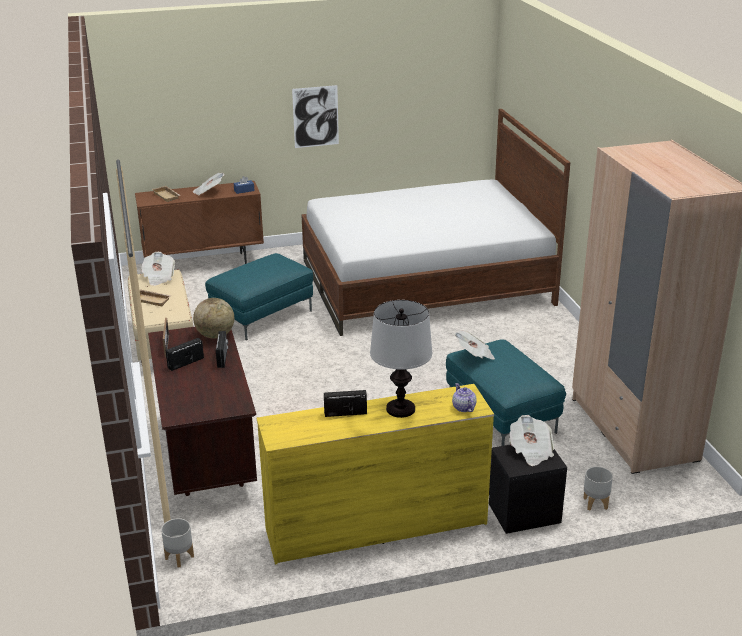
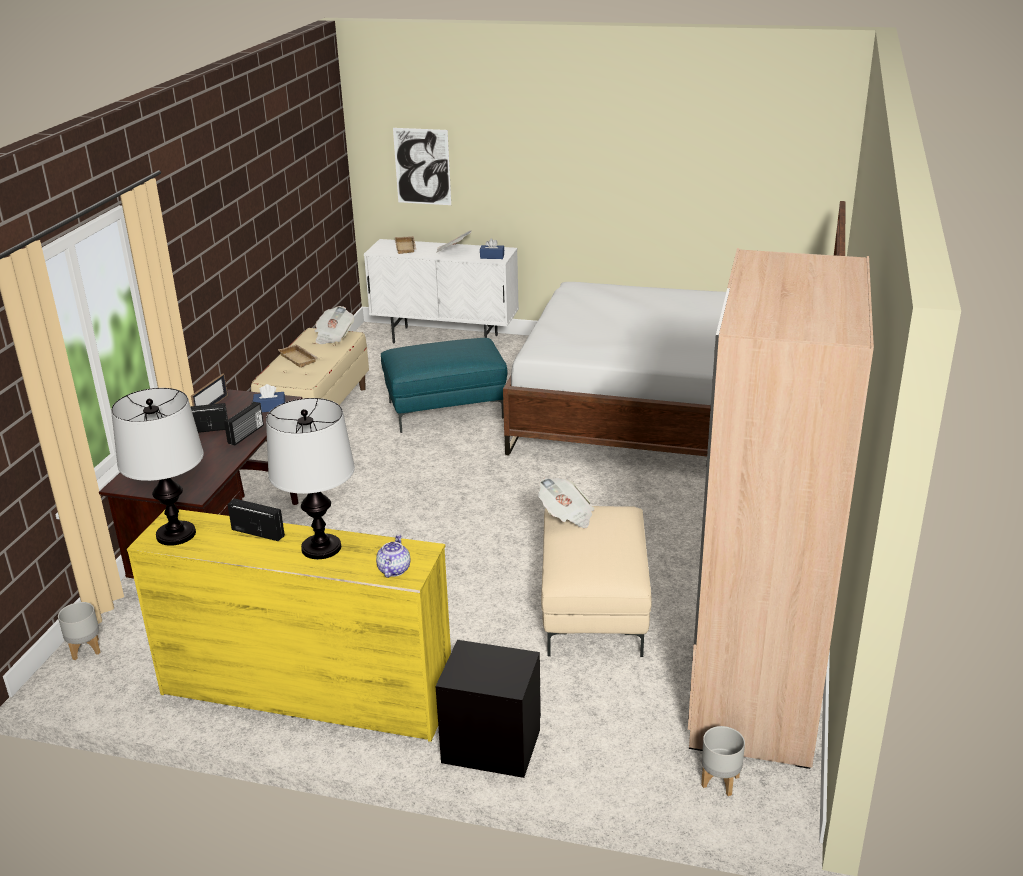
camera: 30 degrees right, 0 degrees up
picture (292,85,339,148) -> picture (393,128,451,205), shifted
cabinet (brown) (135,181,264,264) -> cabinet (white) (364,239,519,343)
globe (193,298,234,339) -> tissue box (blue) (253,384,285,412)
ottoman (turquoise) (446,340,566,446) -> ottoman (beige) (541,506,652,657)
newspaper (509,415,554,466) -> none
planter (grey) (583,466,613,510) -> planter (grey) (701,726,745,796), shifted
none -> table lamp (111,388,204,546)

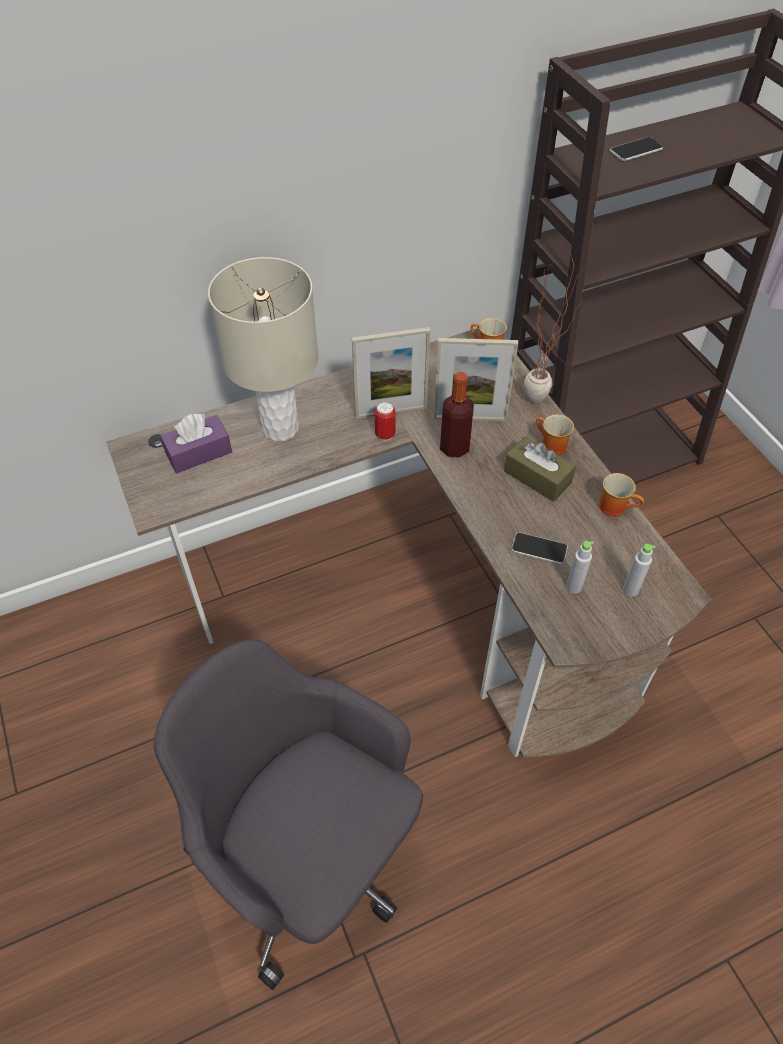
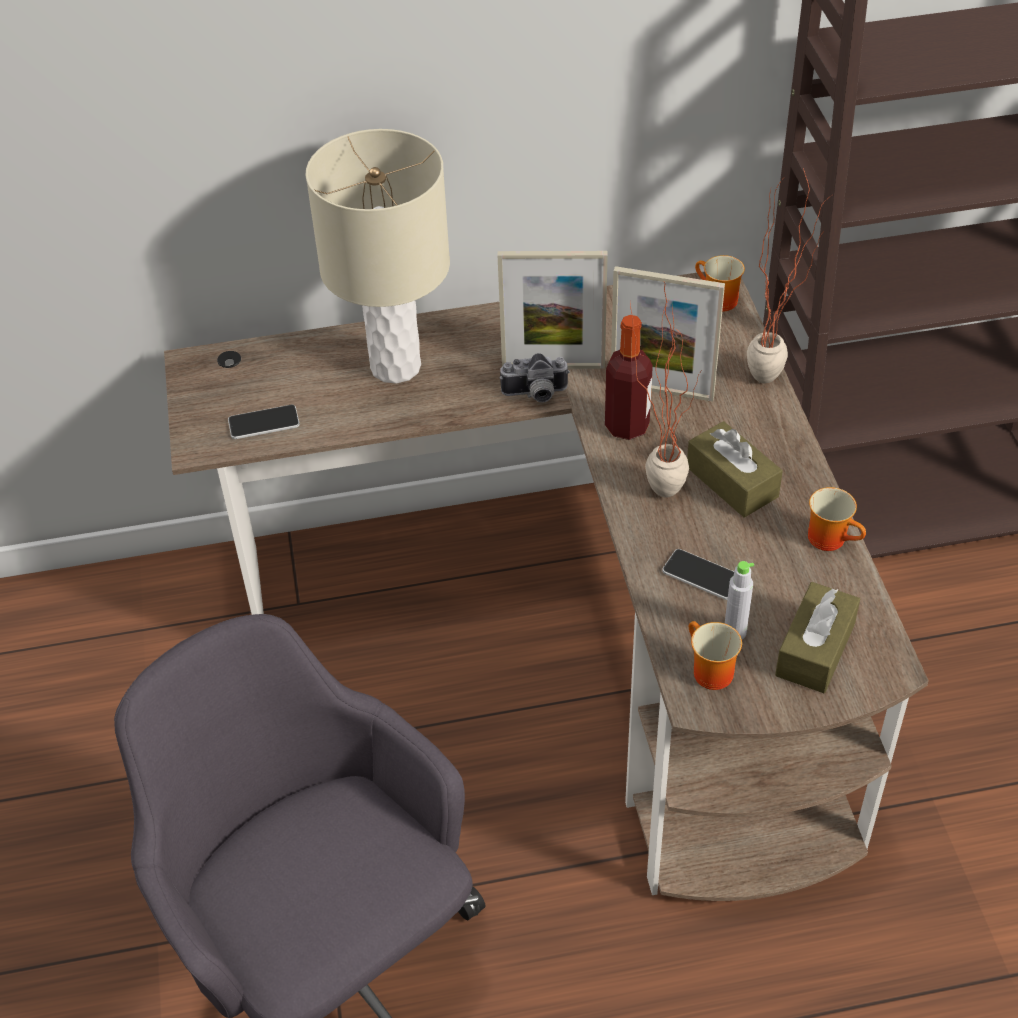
camera: 15 degrees right, 5 degrees down
phone (610,137,663,161) -> phone (228,405,300,439), shifted
can (375,402,396,441) -> photo camera (499,353,570,403)
tissue box (purple) (160,413,232,473) -> none
mug (536,414,574,456) -> mug (689,621,742,690), shifted
bottle (grey) (623,544,656,596) -> tissue box (brown) (775,582,860,693)
none -> potted plant (630,282,702,498)

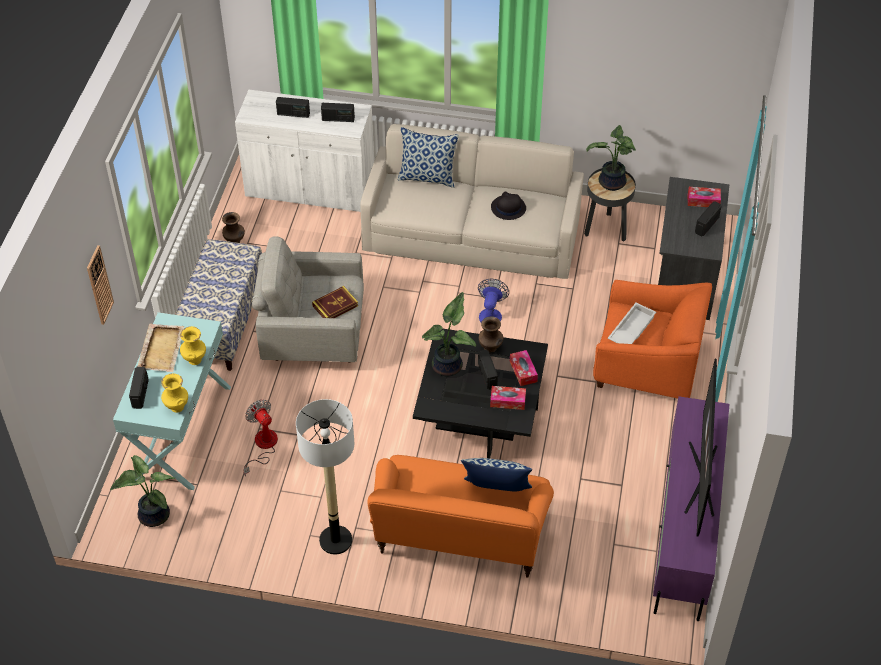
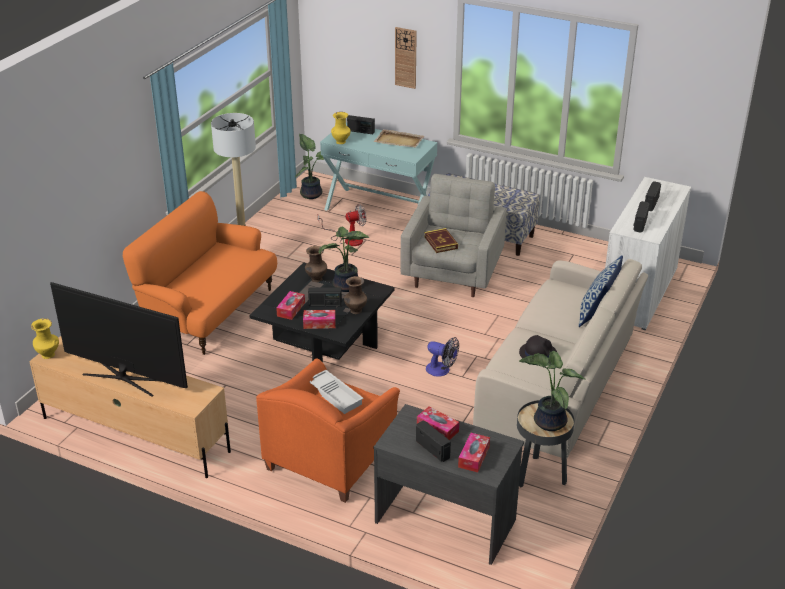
camera: 105 degrees right, 15 degrees down
vase (brown) (222,212,245,243) -> vase (brown) (305,246,327,282), shifted
vase (yellow) (180,326,206,365) -> vase (yellow) (31,318,59,359), shifted
tv stand (purple) (653,396,730,621) -> tv stand (beige) (29,336,231,478)
pillow (461,458,532,491) -> none
none -> tissue box (417,407,459,440)

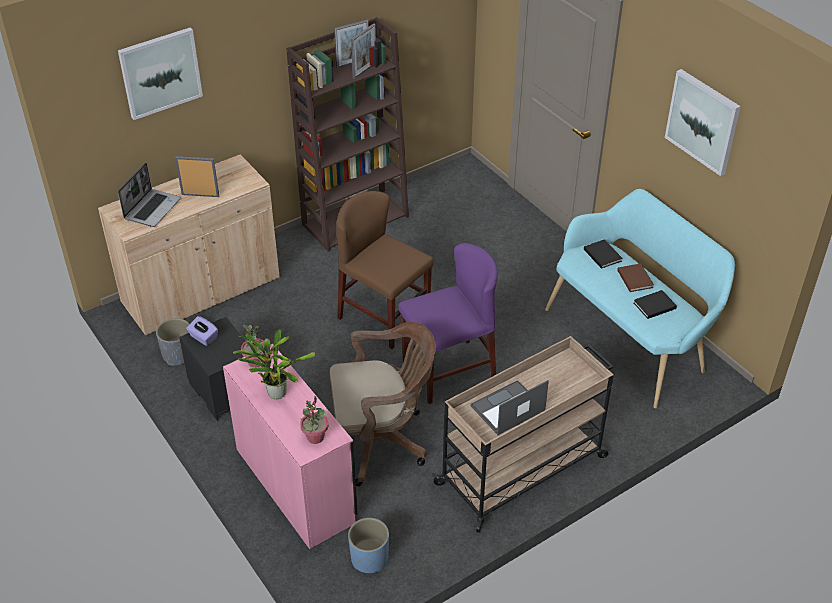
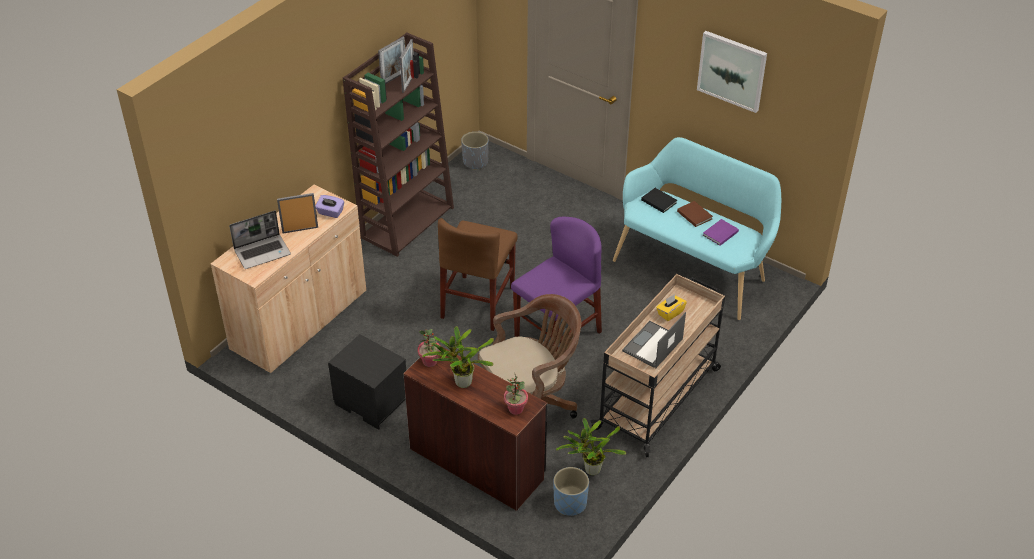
camera: 20 degrees left, 0 degrees up
picture (118,28,203,120) -> none
laptop (118,163,181,227) -> laptop (229,211,291,269), 60 degrees clockwise
chair (brown) (336,191,433,349) -> chair (brown) (438,218,518,331), 90 degrees counterclockwise
book (black) (634,290,677,319) -> book (purple) (703,219,739,246)
tissue box (purple) (186,316,218,346) -> tissue box (purple) (315,195,344,218), shifted
planter (grey) (156,318,189,365) -> planter (grey) (461,132,489,170), shifted
desk (pink) (223,344,357,549) -> desk (brown) (403,346,547,511)
none -> tissue box (yellow) (656,294,687,321)
none -> potted plant (556,418,626,475)

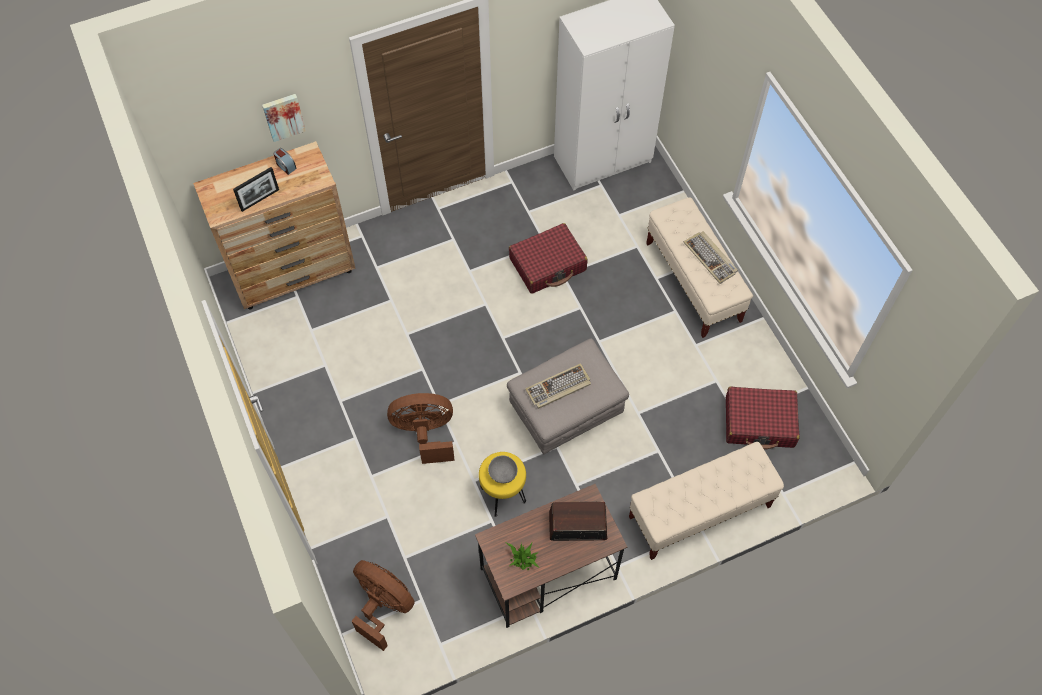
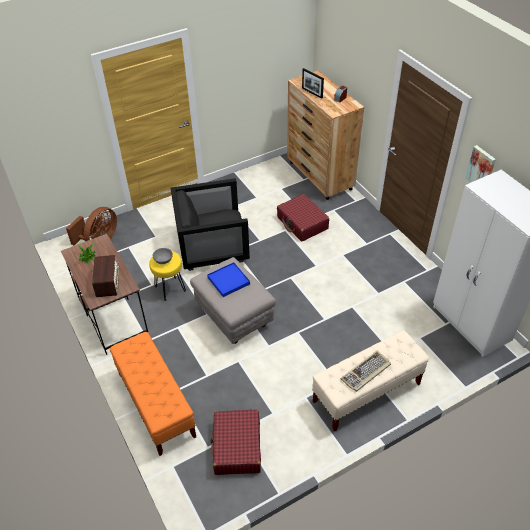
camera: 85 degrees right, 15 degrees down
picture (262,94,306,142) -> picture (465,145,496,182), shifted
suitcase (red) (509,223,587,294) -> suitcase (red) (277,194,329,241), shifted
keyboard (525,363,591,409) -> tray (blue) (207,262,250,297)
fan (brown) (387,393,454,464) -> armchair (black) (171,178,250,271)
bench (beige) (629,442,784,560) -> bench (orange) (110,332,196,456)

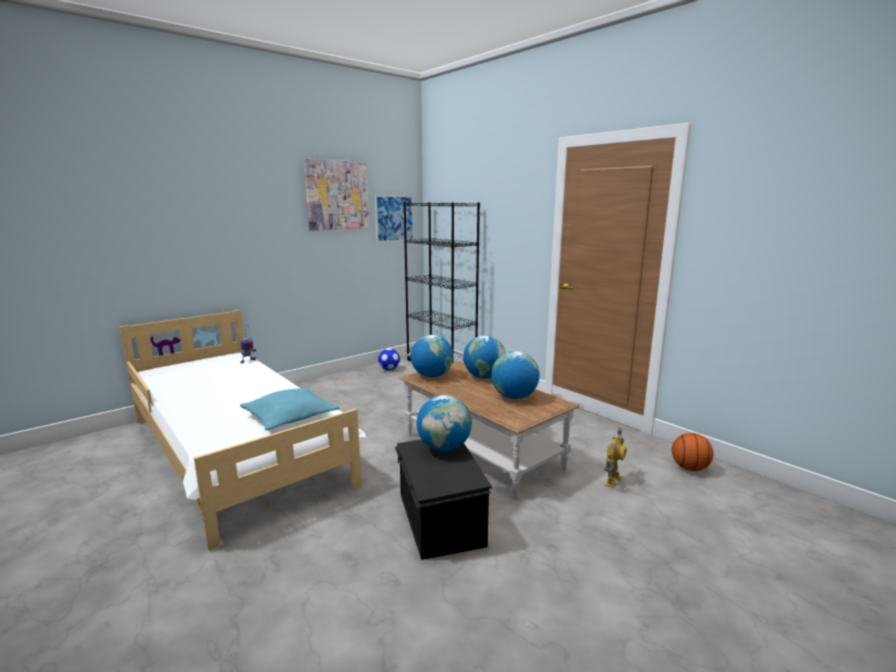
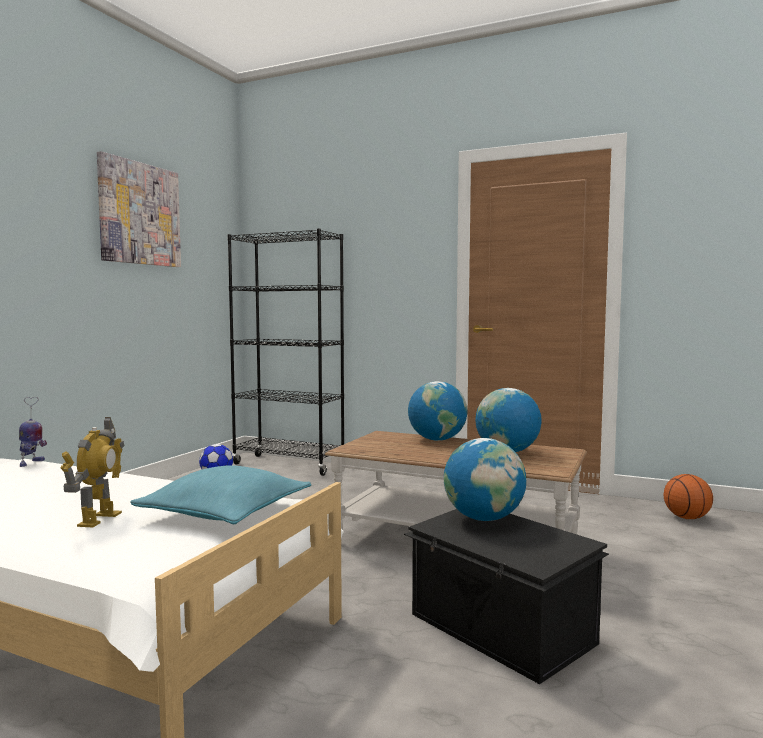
camera: 25 degrees left, 10 degrees down
picture (375,195,414,243) -> none
globe (411,335,453,377) -> none
toy robot (604,428,627,488) -> toy robot (60,417,124,528), shifted

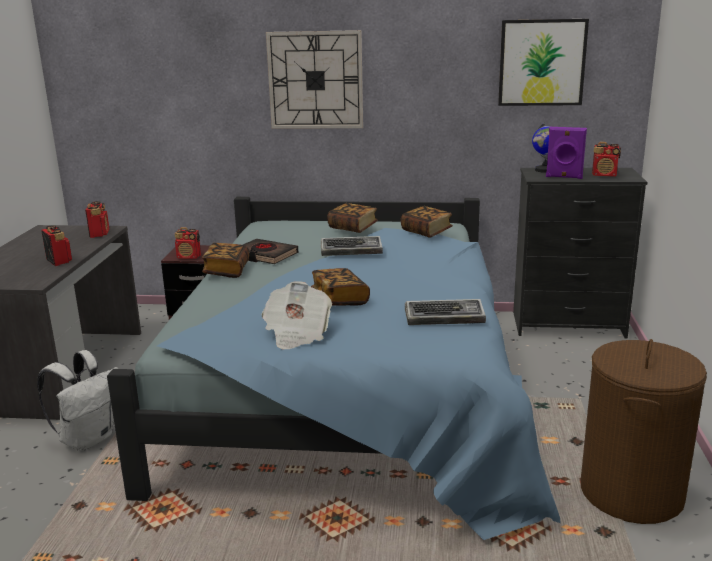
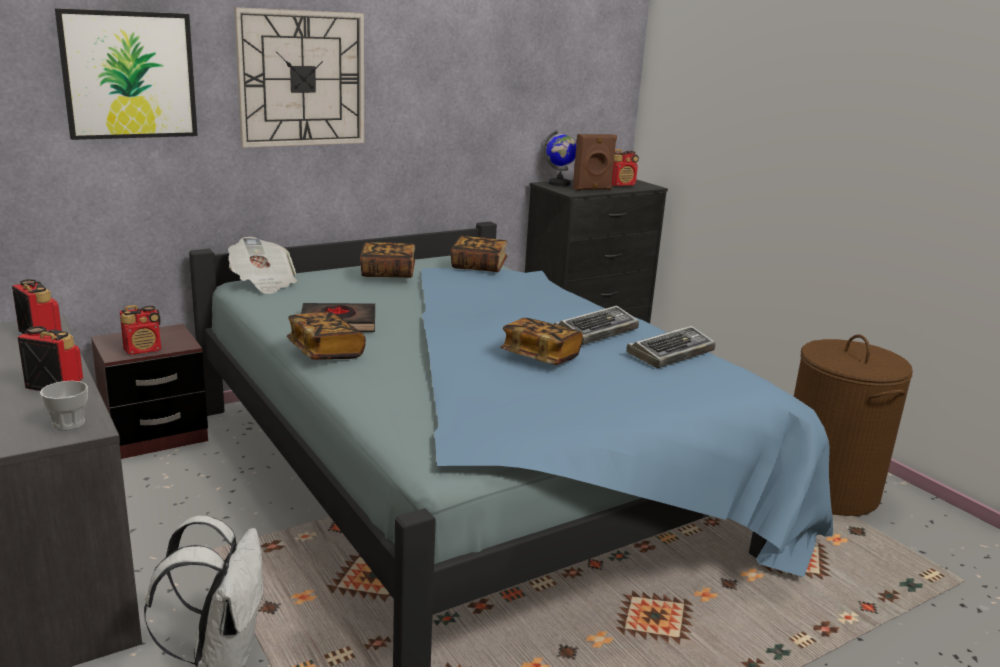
camera: 40 degrees left, 0 degrees up
picture (498,19,589,106) -> picture (55,8,198,140), shifted
speaker (purple) (546,127,587,179) -> speaker (brown) (573,134,617,190)
keyboard (321,236,383,256) -> keyboard (554,306,639,345), shifted
newspaper (262,281,332,349) -> newspaper (228,237,297,294), shifted
none -> cup (40,381,88,430)

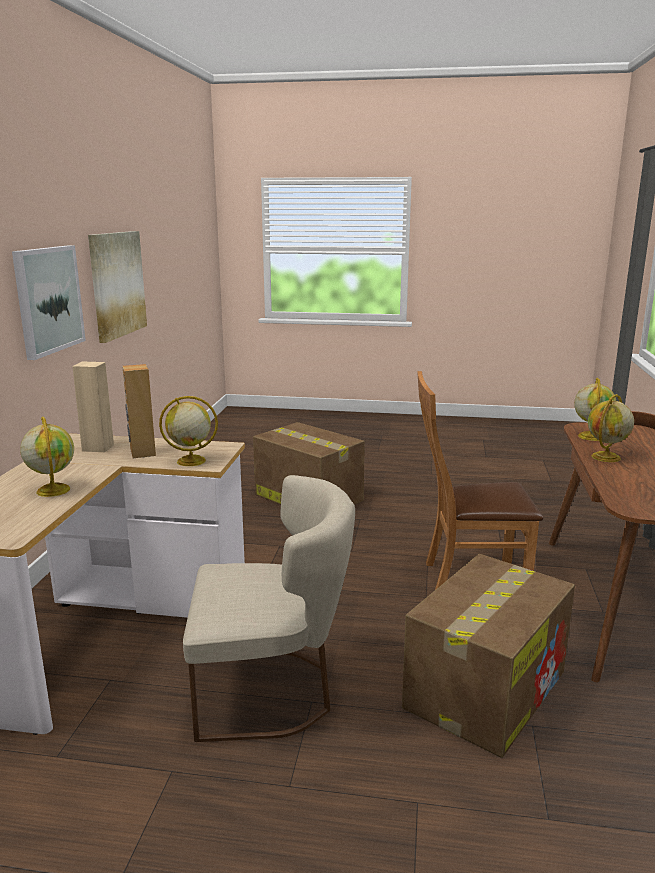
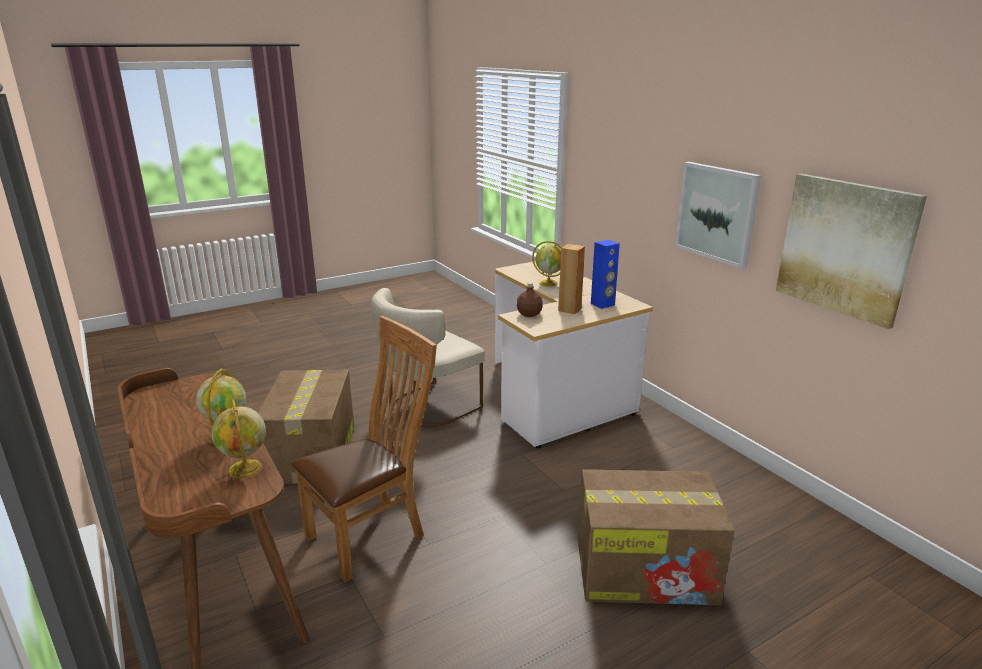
camera: 140 degrees right, 5 degrees up
speaker (beige) (73,362,114,452) -> speaker (blue) (591,240,620,309)
globe (159,396,218,466) -> bottle (brown) (517,282,543,317)

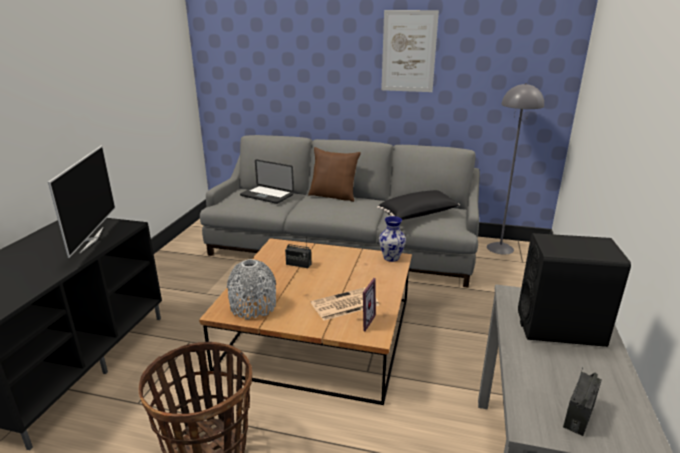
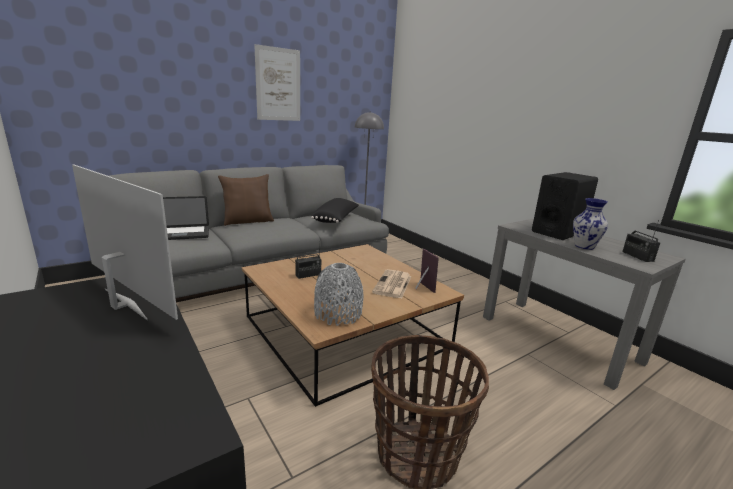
camera: 50 degrees left, 5 degrees down
vase (379,216,406,262) -> vase (573,198,608,250), shifted

